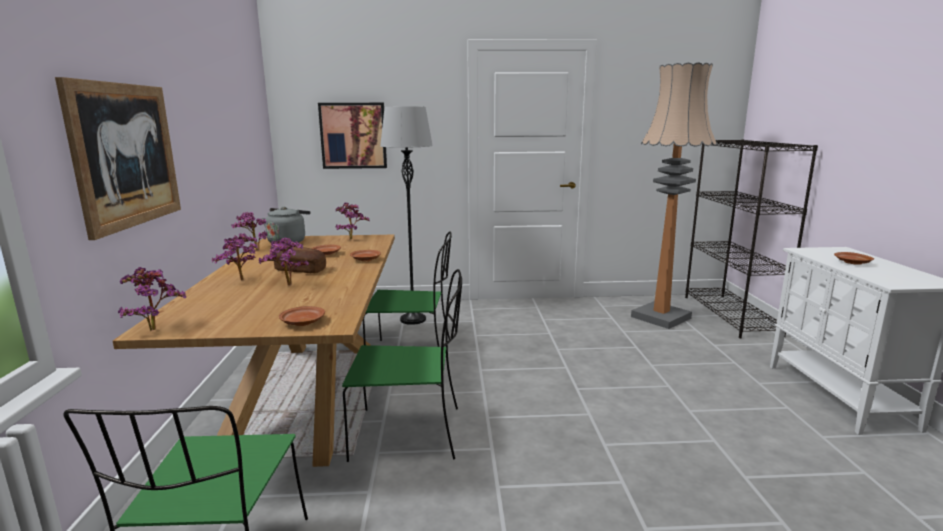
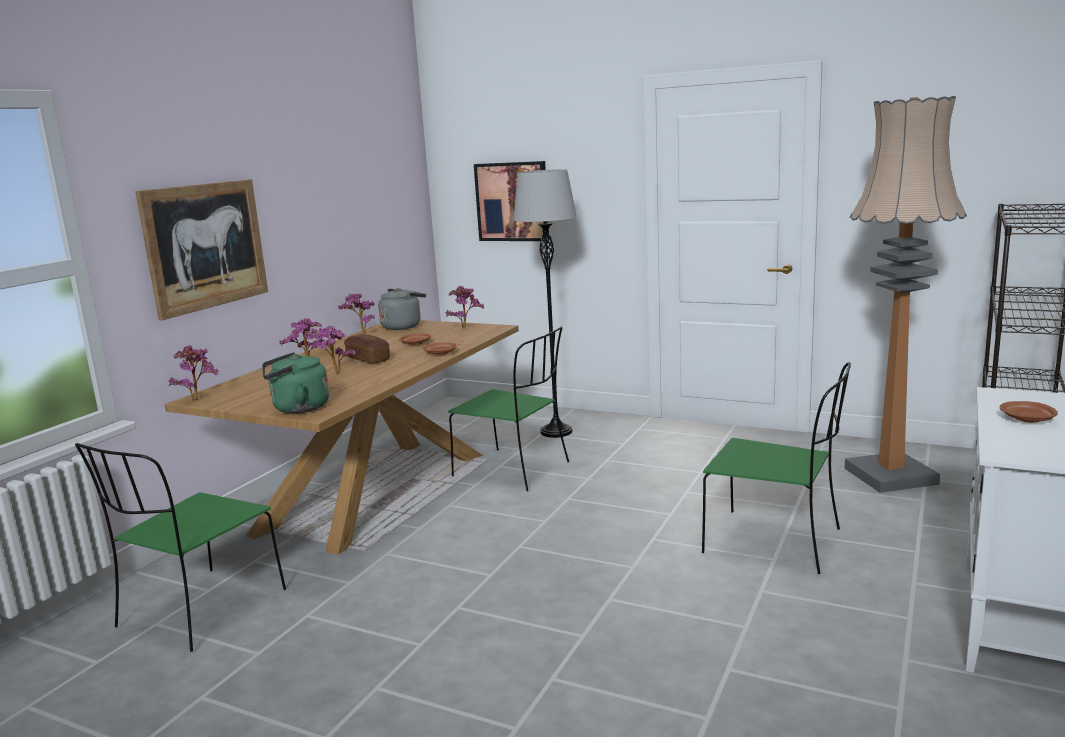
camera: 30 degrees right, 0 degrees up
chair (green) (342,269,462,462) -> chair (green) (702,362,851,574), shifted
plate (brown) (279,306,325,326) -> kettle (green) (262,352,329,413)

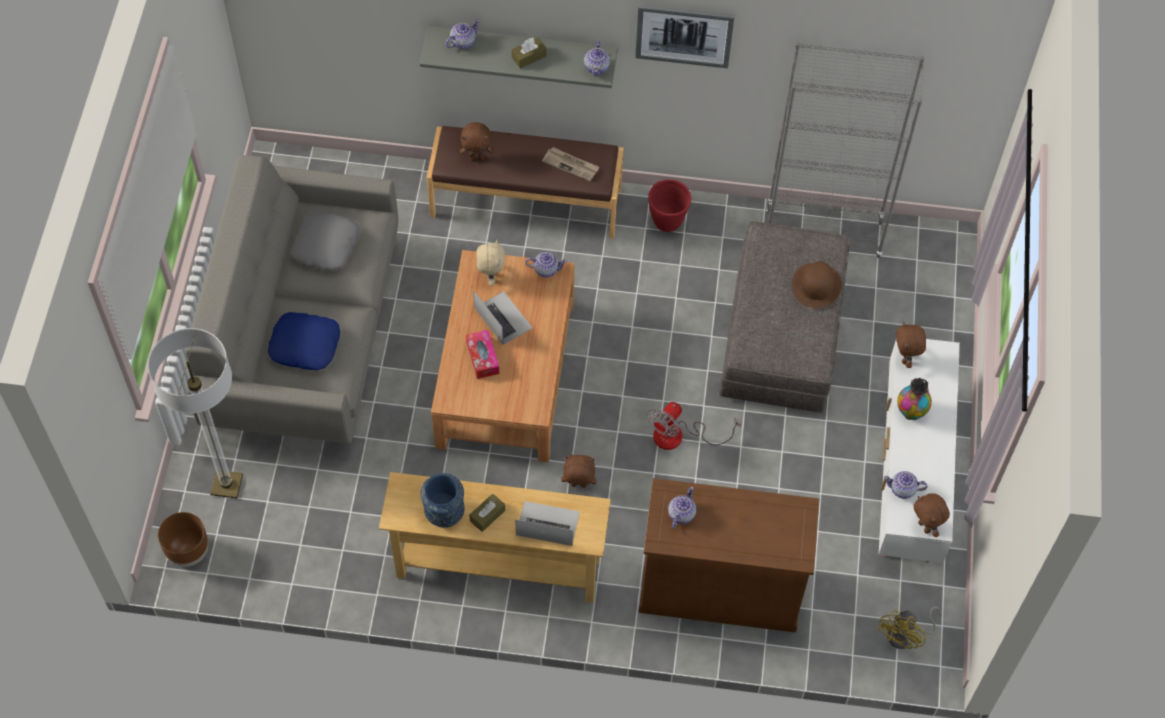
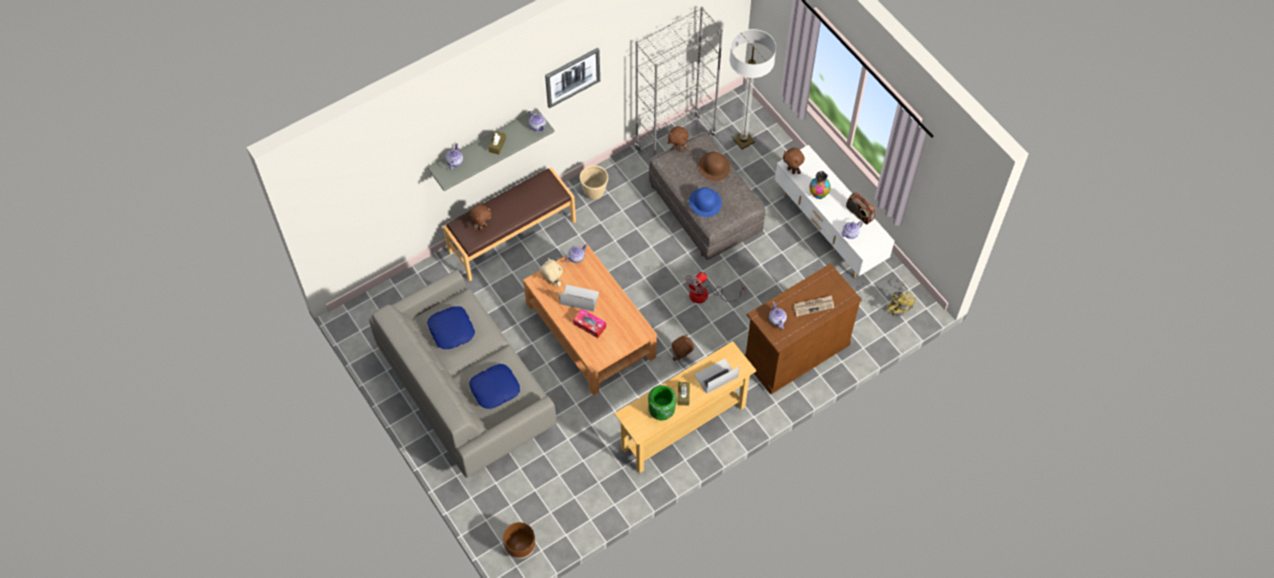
camera: 40 degrees left, 0 degrees up
newspaper (542,147,600,181) -> newspaper (793,296,834,317), shifted
planter (red) (648,179,691,232) -> planter (beige) (580,165,608,200)
pillow (grey) (290,212,360,270) -> pillow (blue) (427,307,475,349)
floor lamp (148,328,243,499) -> floor lamp (729,29,776,149), shifted
fan (648,402,741,450) -> fan (685,272,746,303), 45 degrees clockwise
vase (blue) (421,473,465,528) -> vase (green) (648,385,676,420)
plush toy (brown) (913,493,950,537) -> plush toy (brown) (667,126,689,152), shifted
none -> hat (blue) (689,187,722,217)
none -> radio (846,192,875,224)

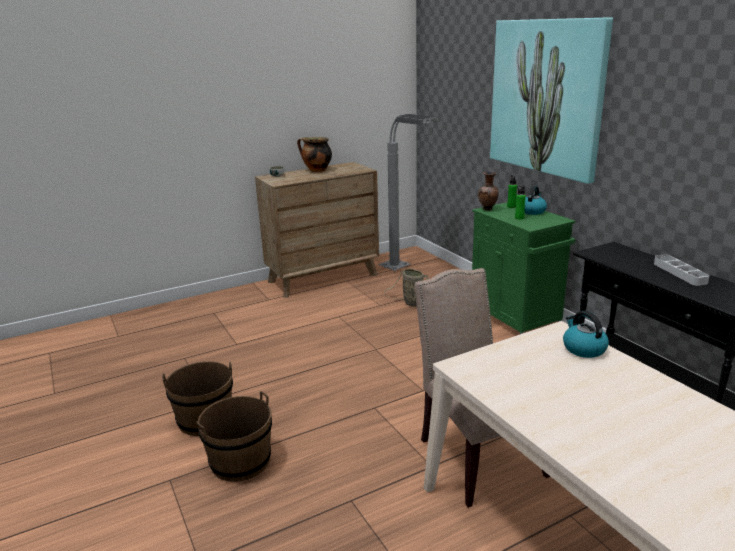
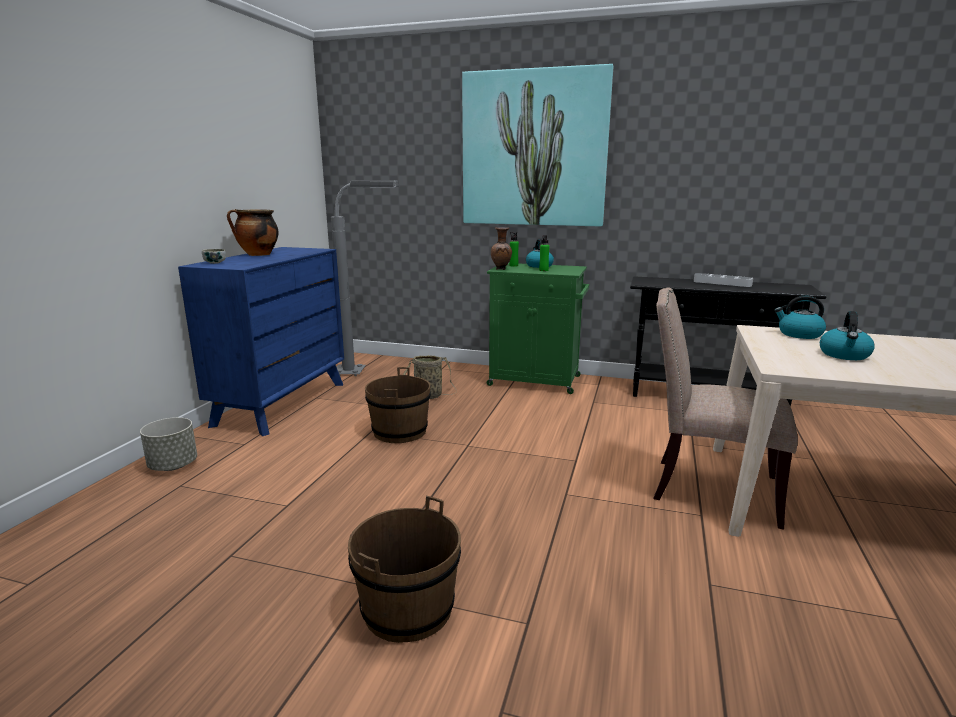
camera: 45 degrees left, 5 degrees down
dresser (brown) (255,162,379,298) -> dresser (blue) (178,247,344,436)
bucket (brown) (196,391,272,482) -> bucket (brown) (365,367,431,443), shifted
none -> kettle (820,311,875,360)
none -> planter (grey) (140,417,197,471)

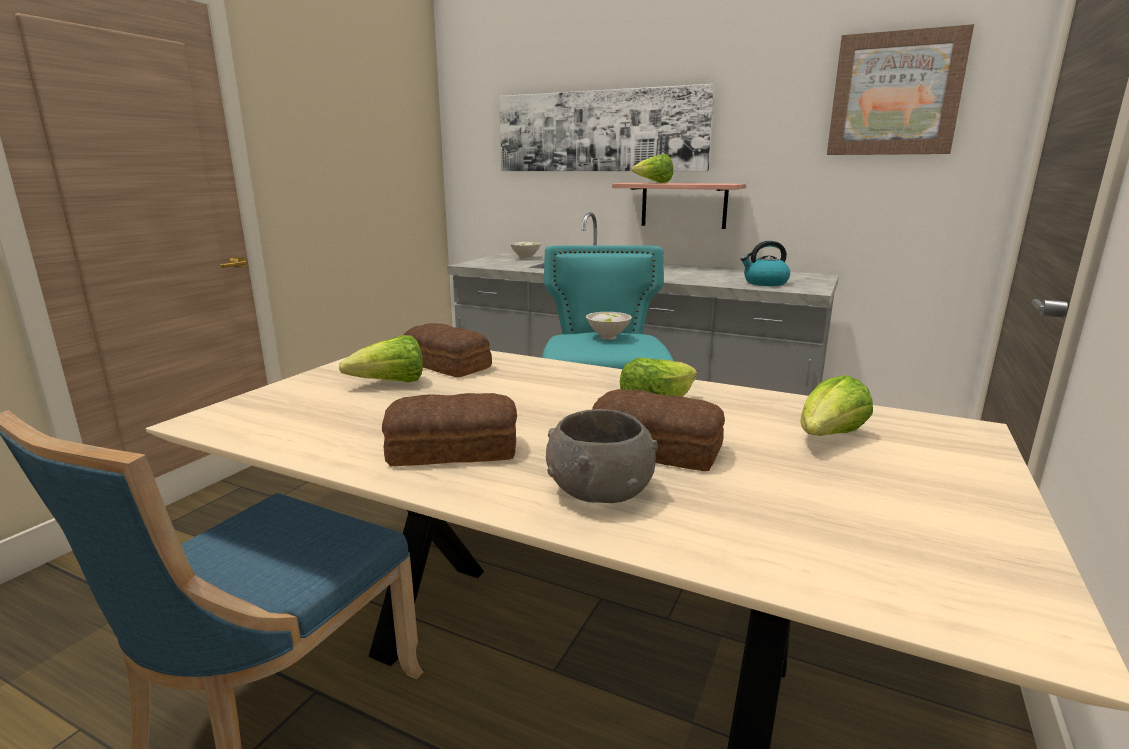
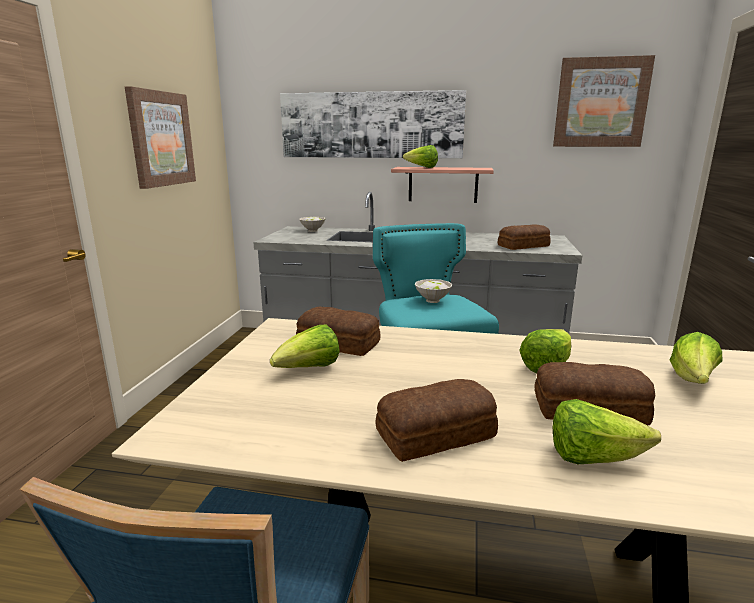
camera: 15 degrees left, 0 degrees up
kettle (741,241,790,286) -> bread (498,224,551,250)
bowl (grey) (546,409,658,503) -> lettuce (553,399,661,464)
none -> picture (125,86,196,189)

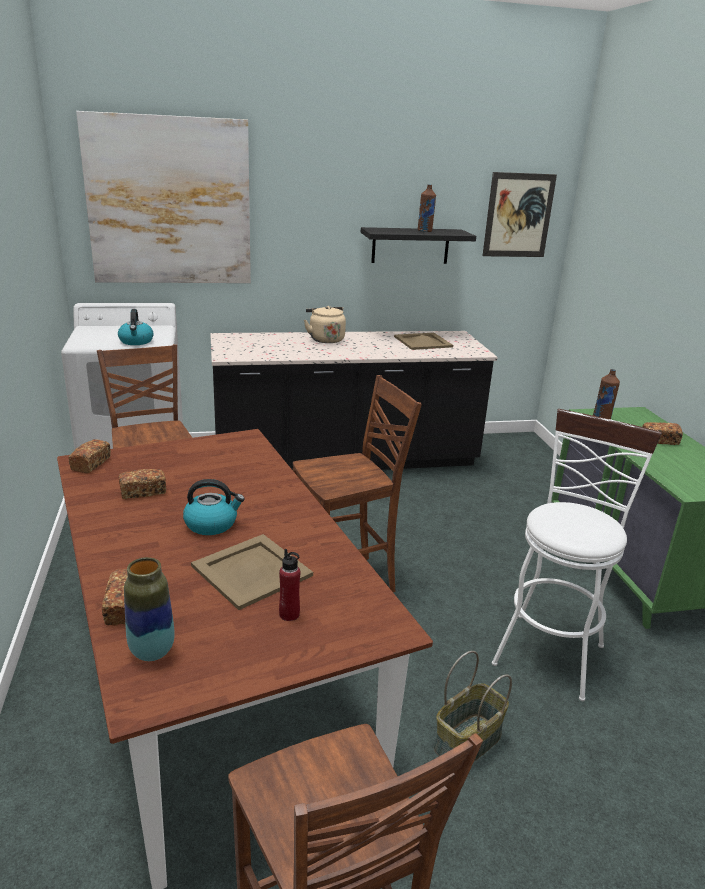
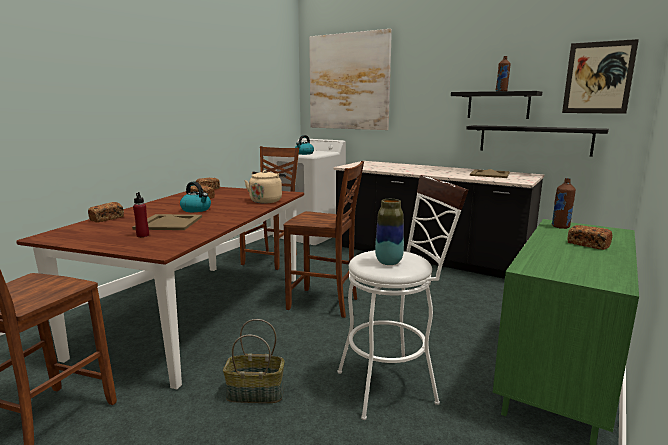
camera: 45 degrees right, 10 degrees down
kettle (beige) (304,306,346,343) -> kettle (beige) (244,170,286,203), shifted
vase (124,557,175,661) -> vase (375,199,404,265), shifted
none -> shelf (black) (466,125,609,157)

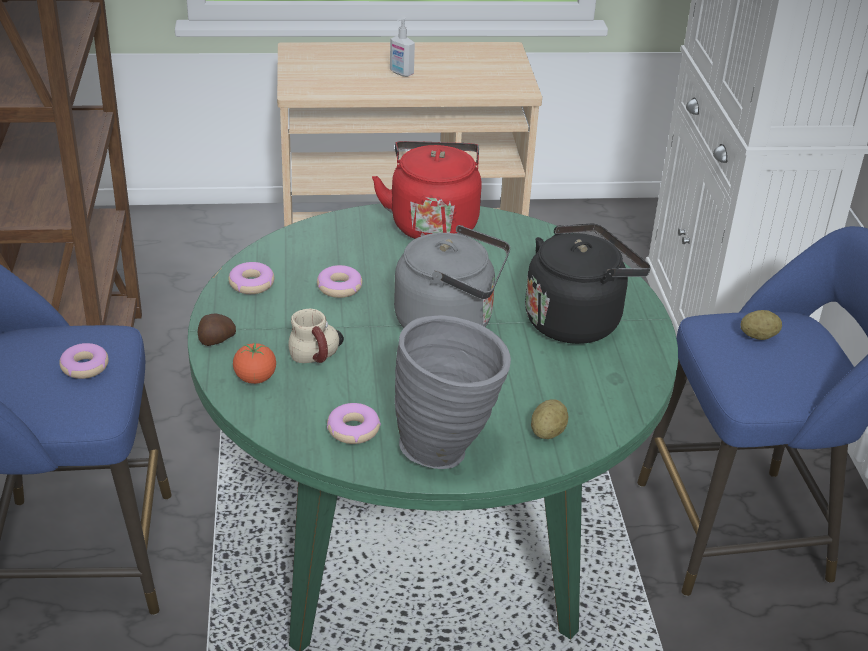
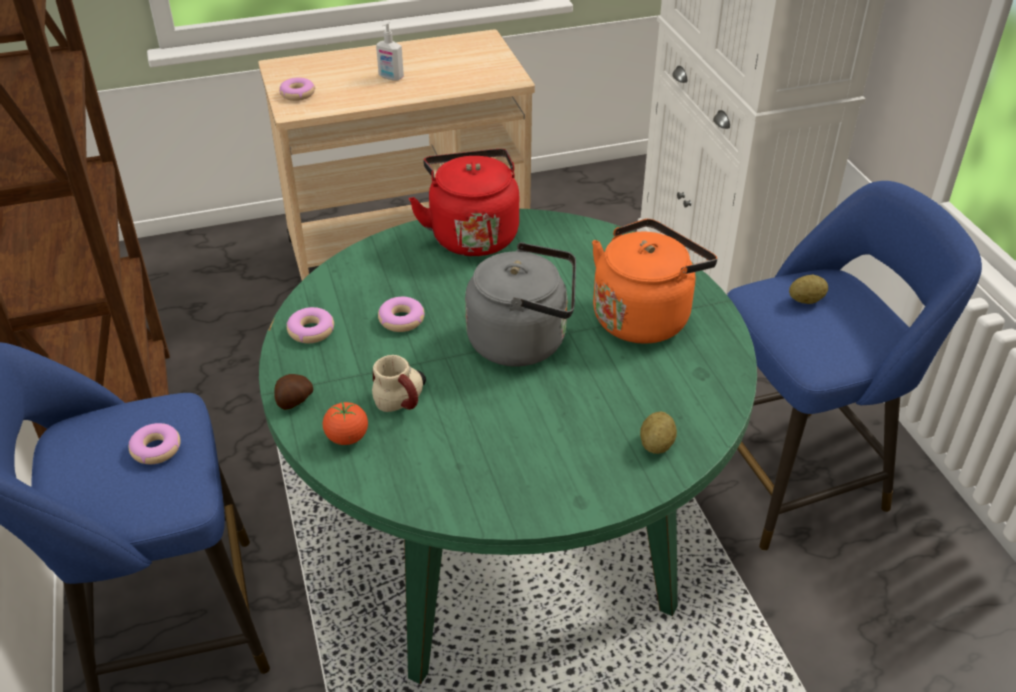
camera: 10 degrees left, 5 degrees up
kettle (black) (525,224,651,344) -> kettle (orange) (592,219,717,344)
vase (grey) (394,315,511,469) -> none
donut (327,403,381,444) -> donut (279,77,315,101), shifted

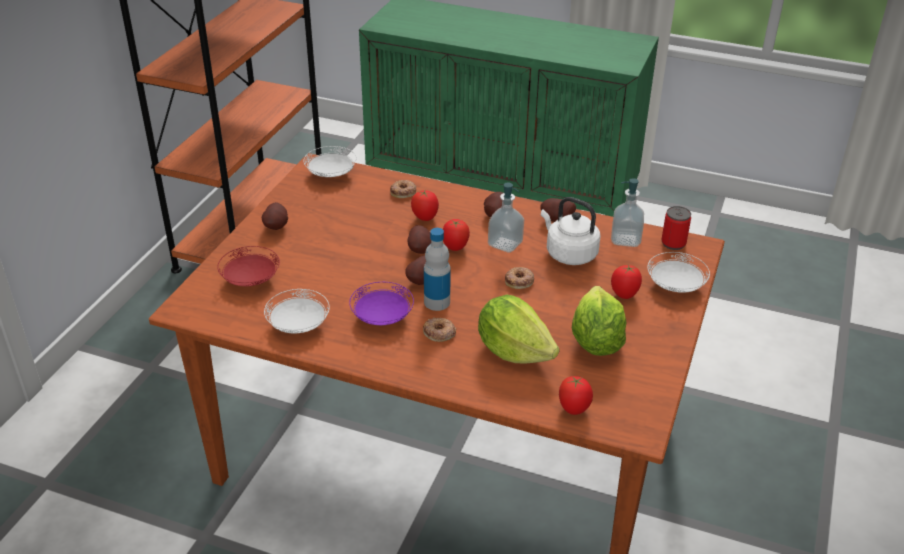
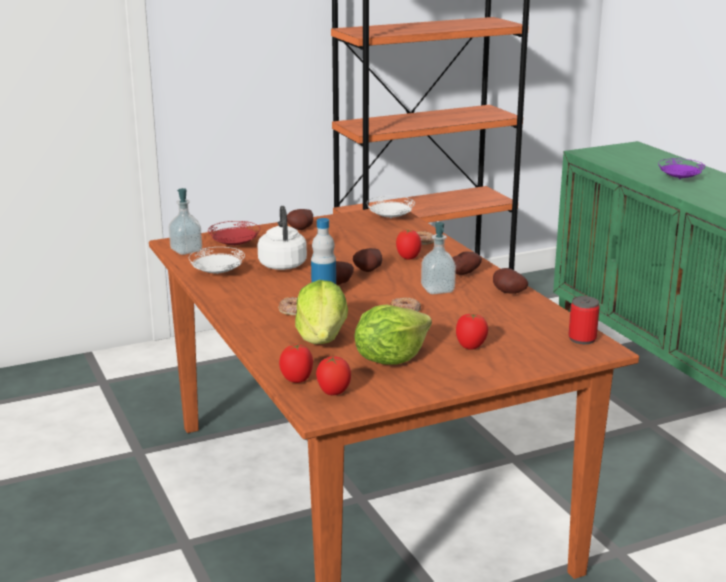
camera: 45 degrees right, 15 degrees down
soap dispenser (611,178,644,247) -> soap dispenser (168,188,202,255), shifted
kettle (white) (541,197,601,265) -> kettle (white) (258,206,307,270), shifted
tomato (443,219,470,251) -> tomato (316,356,351,395), shifted
plate (white) (647,252,710,293) -> none
plate (purple) (349,282,414,325) -> plate (purple) (658,158,705,179), shifted

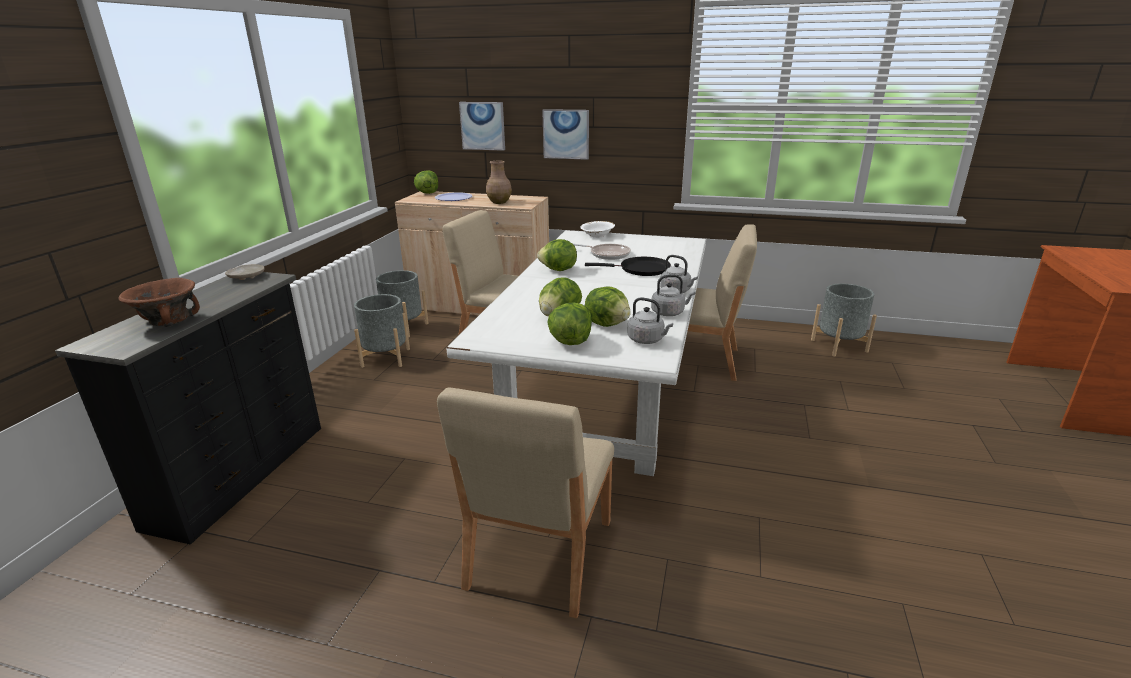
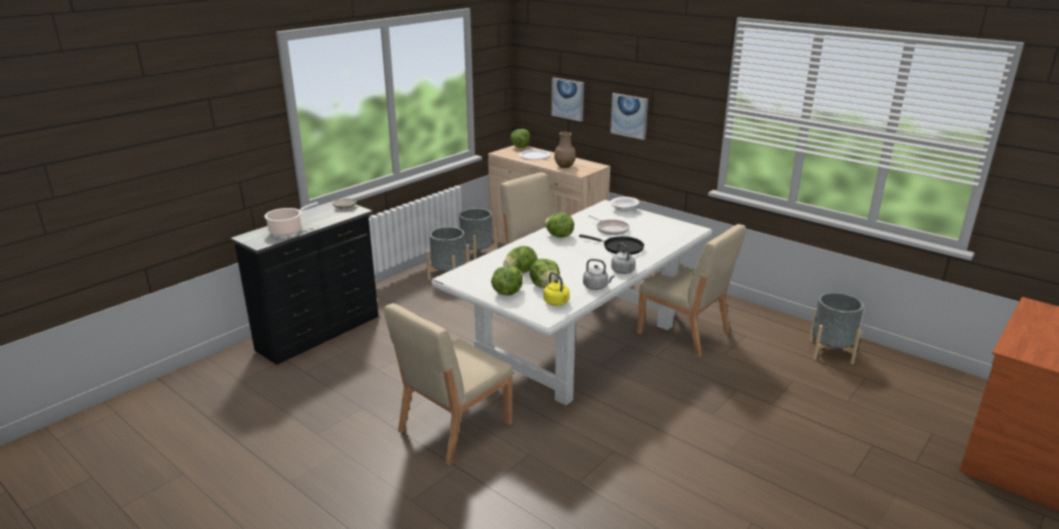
camera: 25 degrees right, 0 degrees up
bowl (brown) (118,278,200,327) -> cooking pot (264,202,319,236)
kettle (grey) (627,297,673,344) -> kettle (yellow) (543,272,570,306)

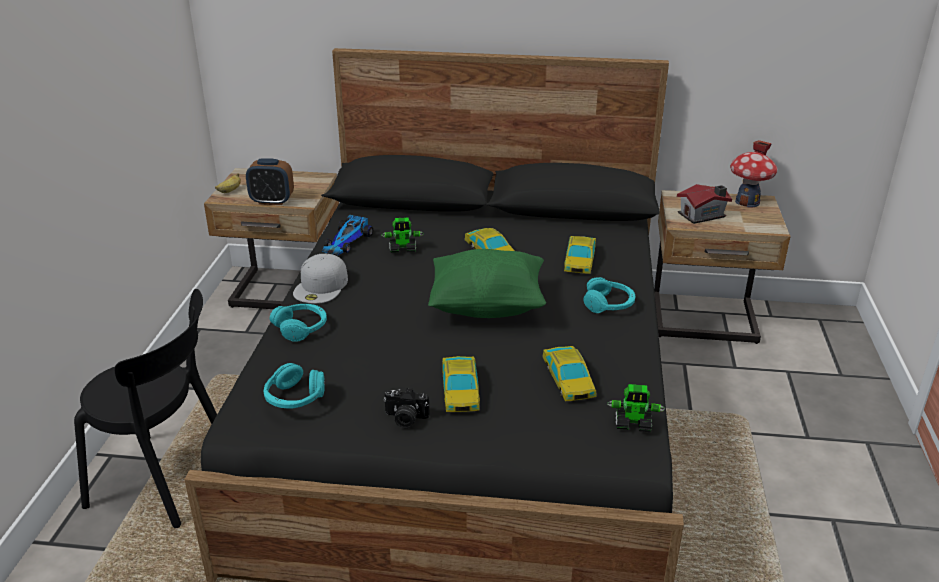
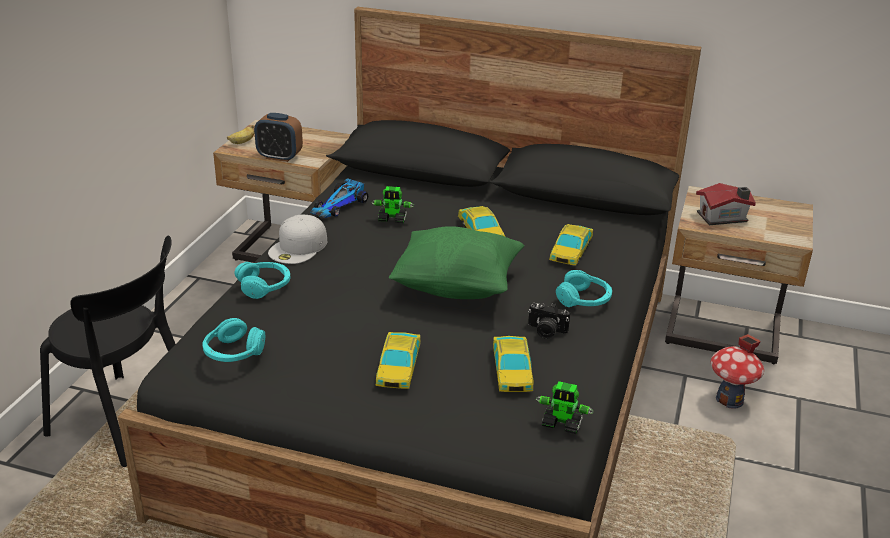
camera: 10 degrees right, 0 degrees up
toy house (730,140,778,207) -> toy house (711,334,764,409), shifted
photo camera (383,388,430,428) -> photo camera (528,303,570,339), shifted

